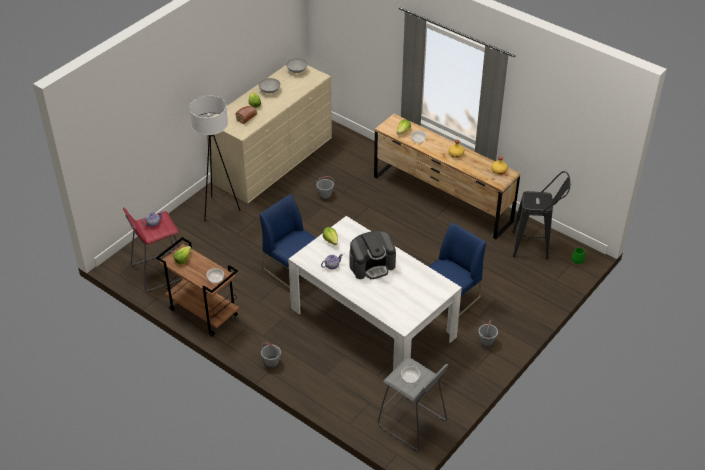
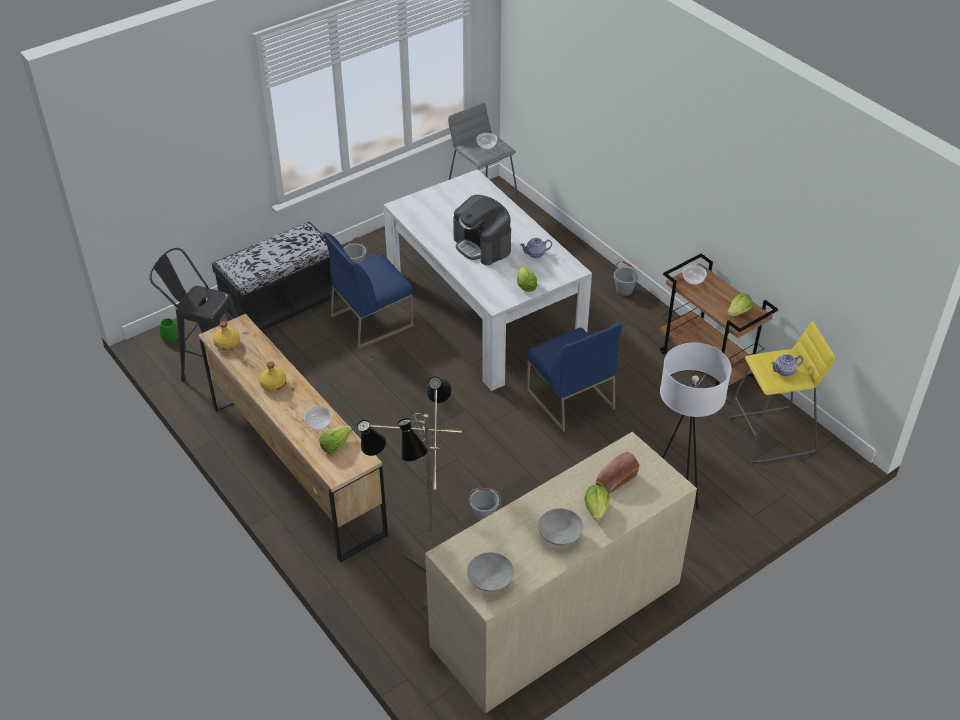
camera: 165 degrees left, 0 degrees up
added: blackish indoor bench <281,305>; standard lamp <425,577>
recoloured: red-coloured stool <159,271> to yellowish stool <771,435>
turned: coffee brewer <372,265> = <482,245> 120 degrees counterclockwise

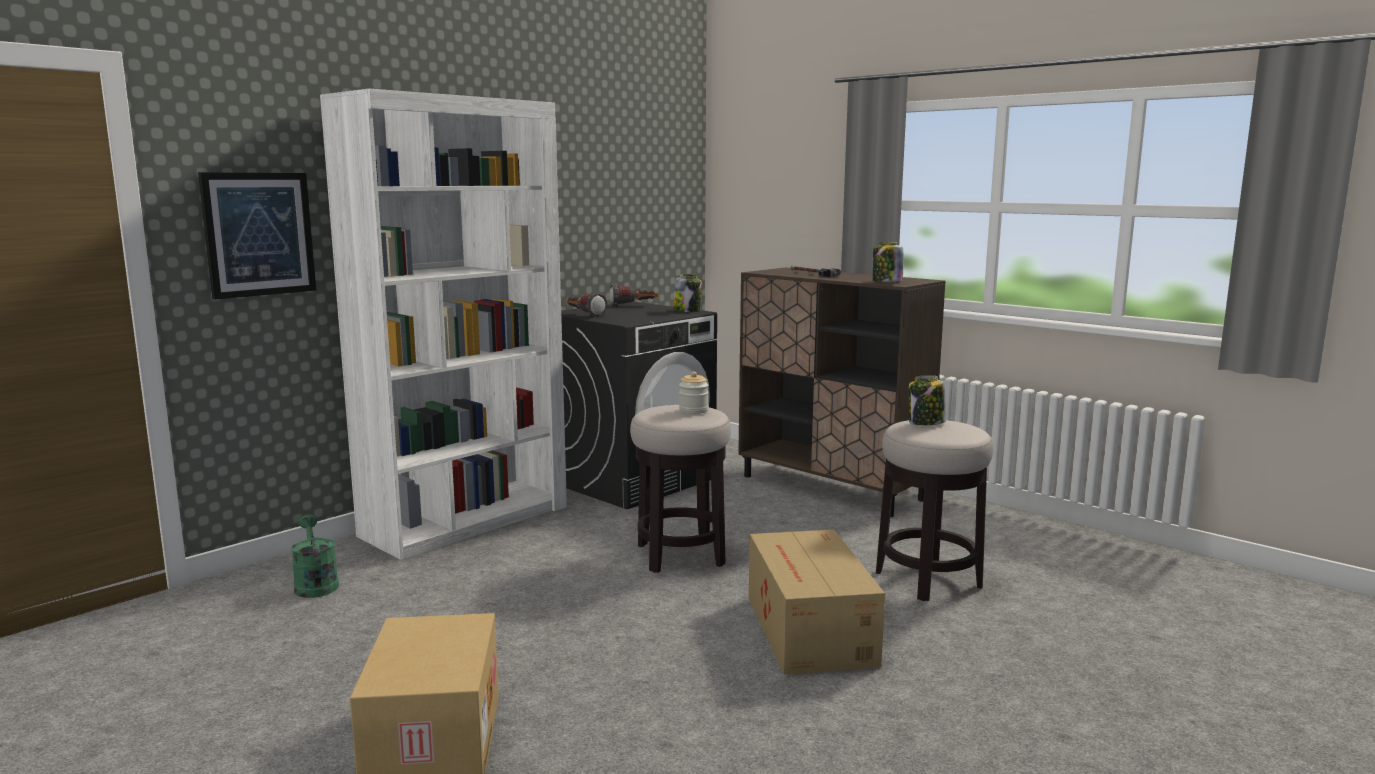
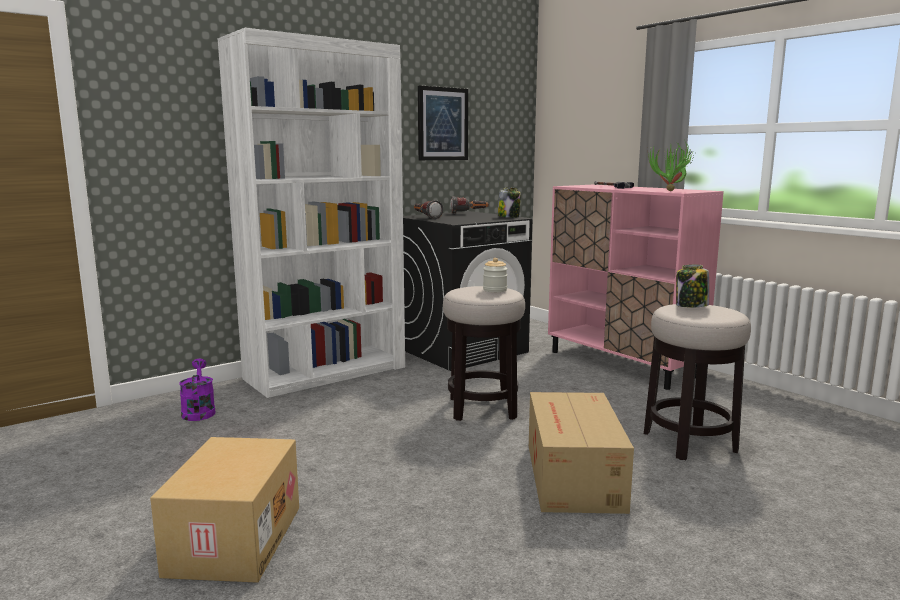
camera: 10 degrees right, 0 degrees up
moved: wall picture <259,234> to <442,124>
replaced: jar <886,282> to houseplant <670,191>
recoloured: brownish cabinet <832,488> to pink cabinet <622,364>; greenish watering can <315,584> to purple-coloured watering can <198,411>

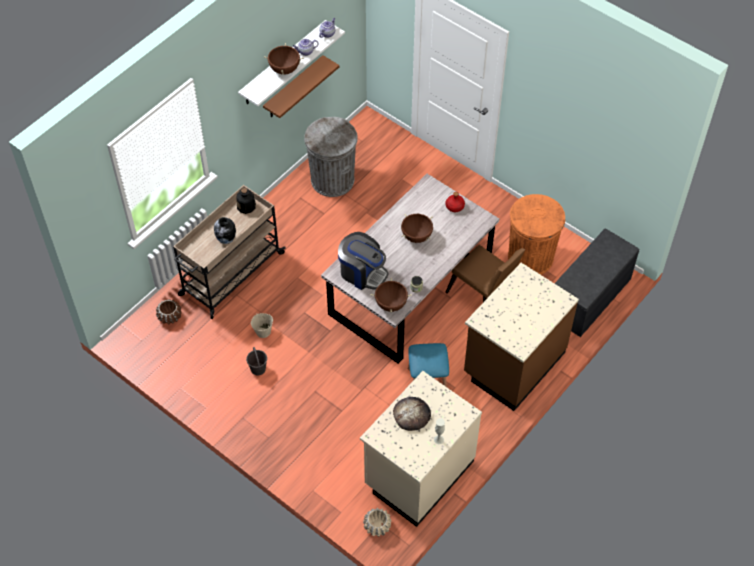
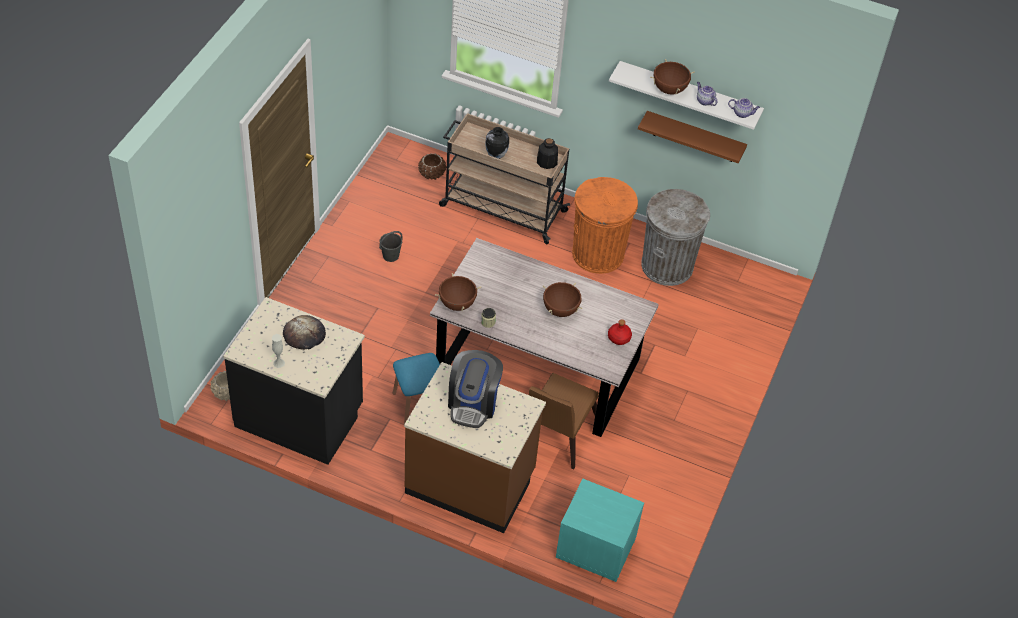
camera: 70 degrees right, 5 degrees down
removed: beige water bucket <263,331>
moved: orange-coloured waste bin <530,257> to <598,254>; coffee brewer <362,273> to <473,403>
replaced: gray indoor bench <589,298> to turquoise-coloured nightstand <595,548>
recoloured: beige kitchen base unit <418,473> to blackish kitchen base unit <300,416>

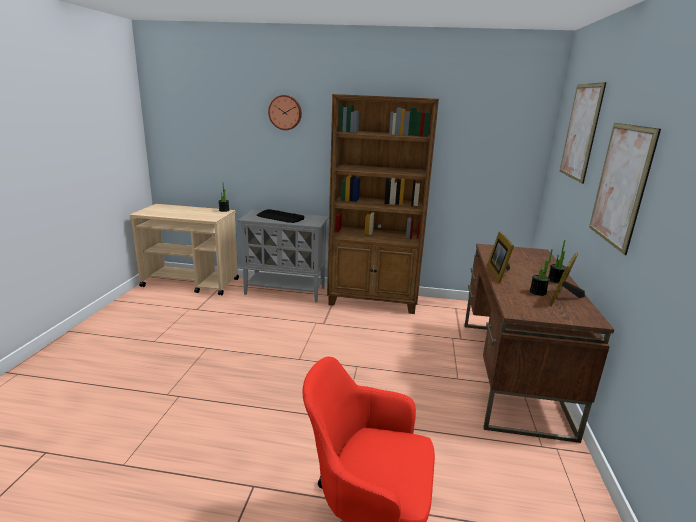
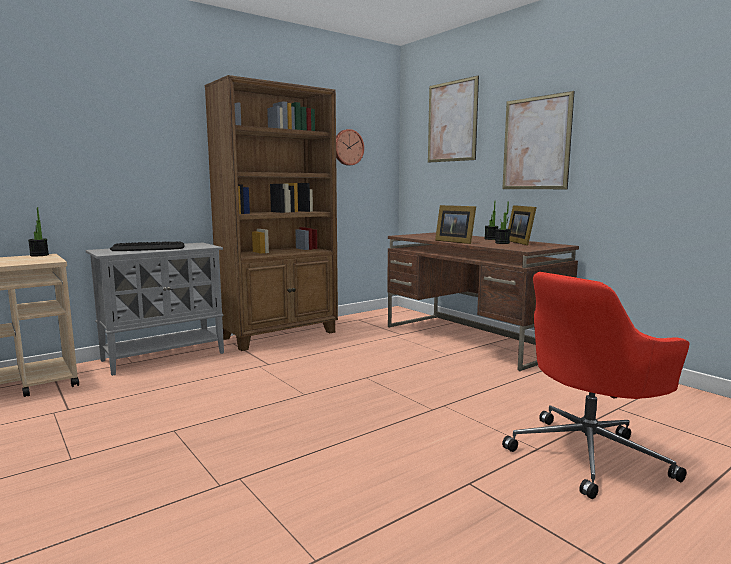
camera: 45 degrees left, 10 degrees down
moved: wall clock <285,112> to <347,147>

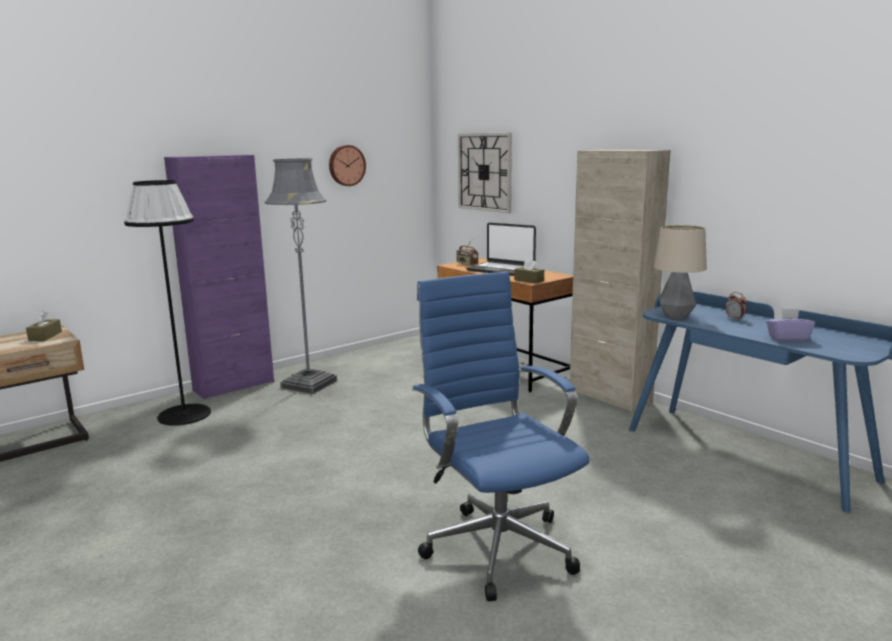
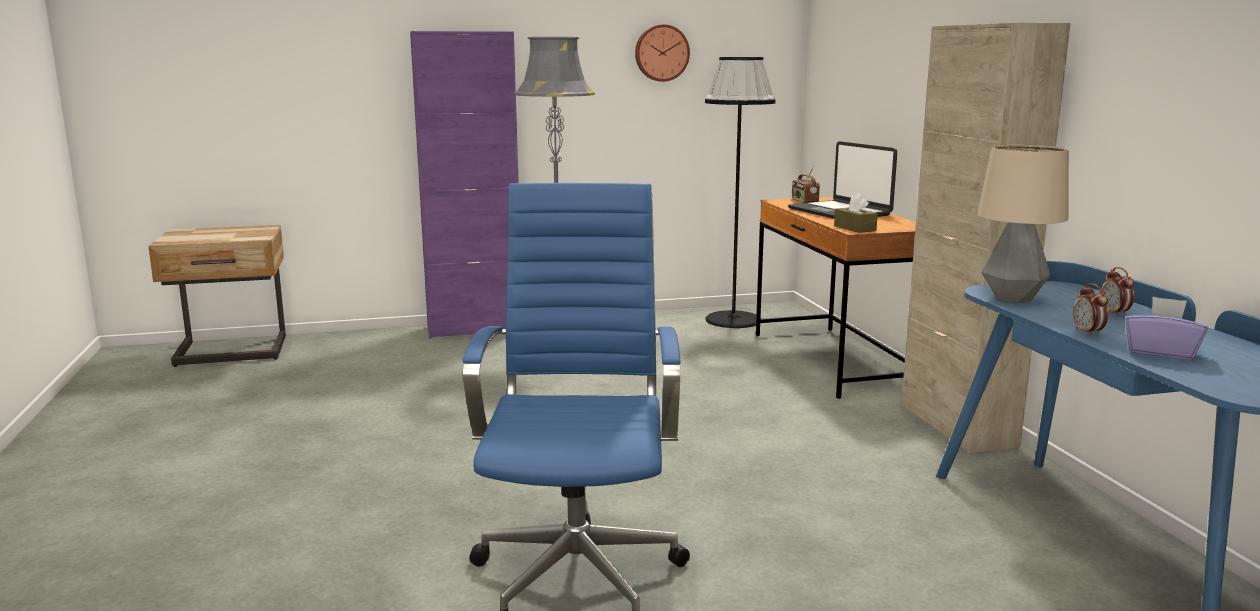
camera: 25 degrees right, 0 degrees up
removed: wall clock <485,172>; brownish box of tissues <45,336>
added: alarm clock <1087,333>
moved: blackish standard lamp <184,414> to <733,320>

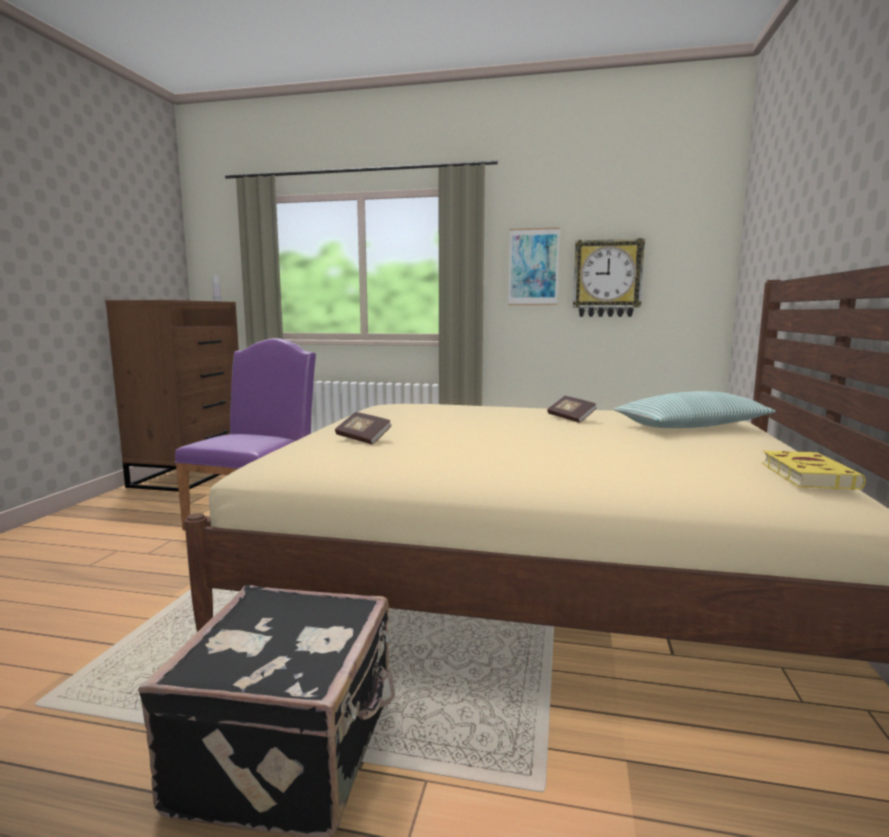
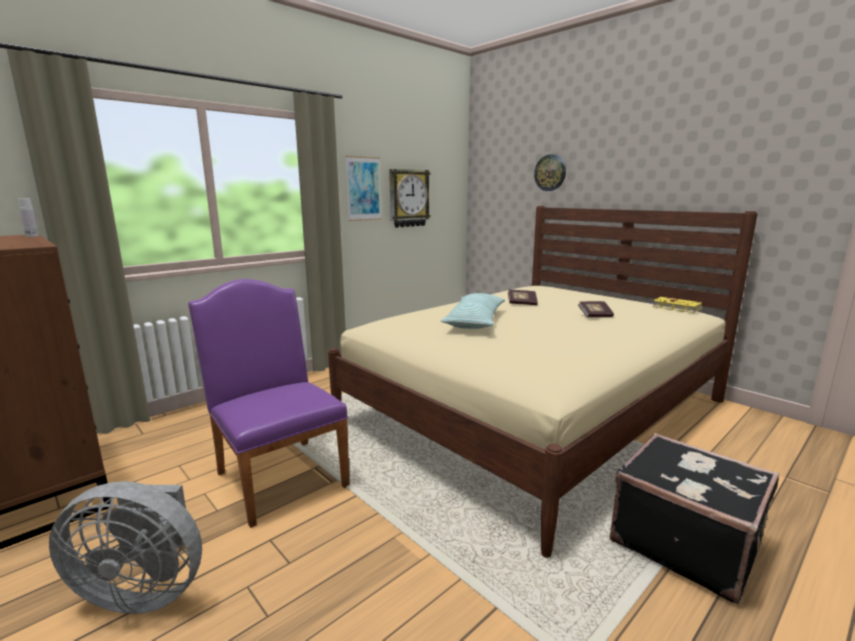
camera: 55 degrees left, 5 degrees up
added: wall clock <550,173>; gray fan <145,590>
moved: pillow <691,426> to <475,321>; book <363,439> to <595,316>

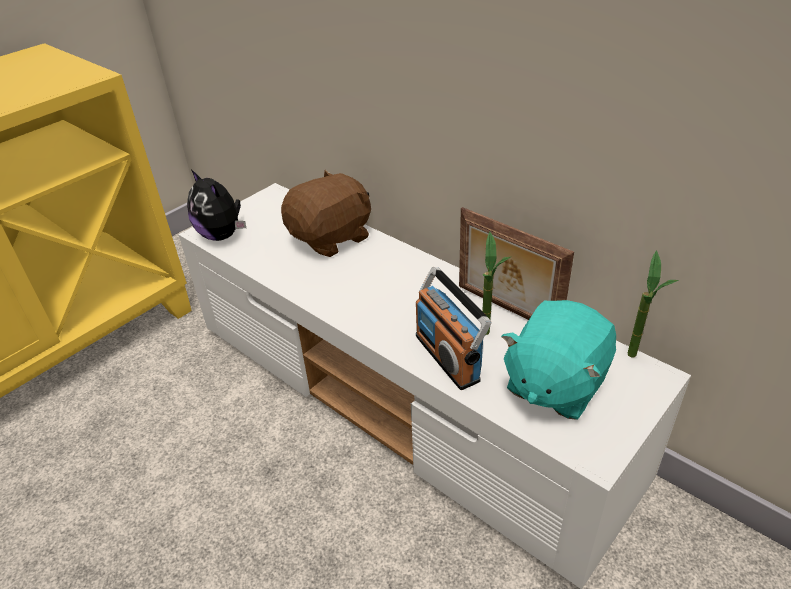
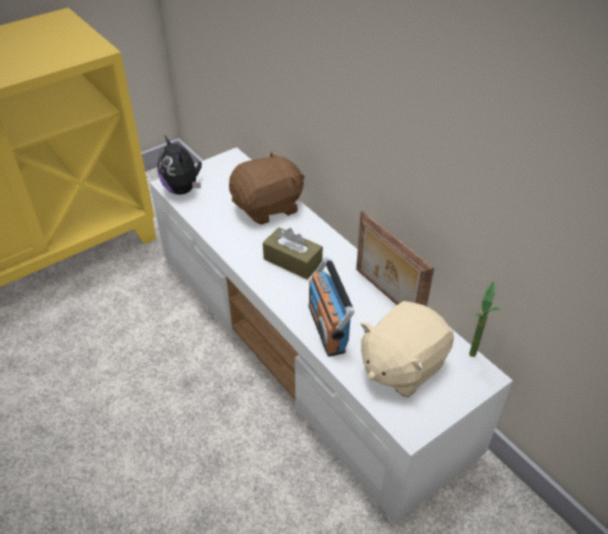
camera: 10 degrees right, 5 degrees up
removed: houseplant <489,337>
added: brownish box of tissues <292,261>
recoloured: turquoise-coloured cuddly toy <554,384> to beige cuddly toy <401,366>

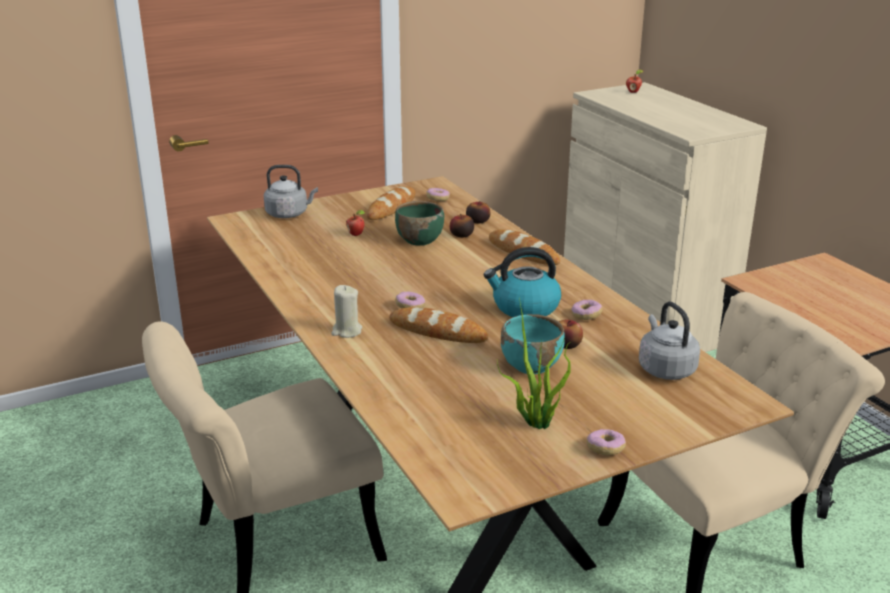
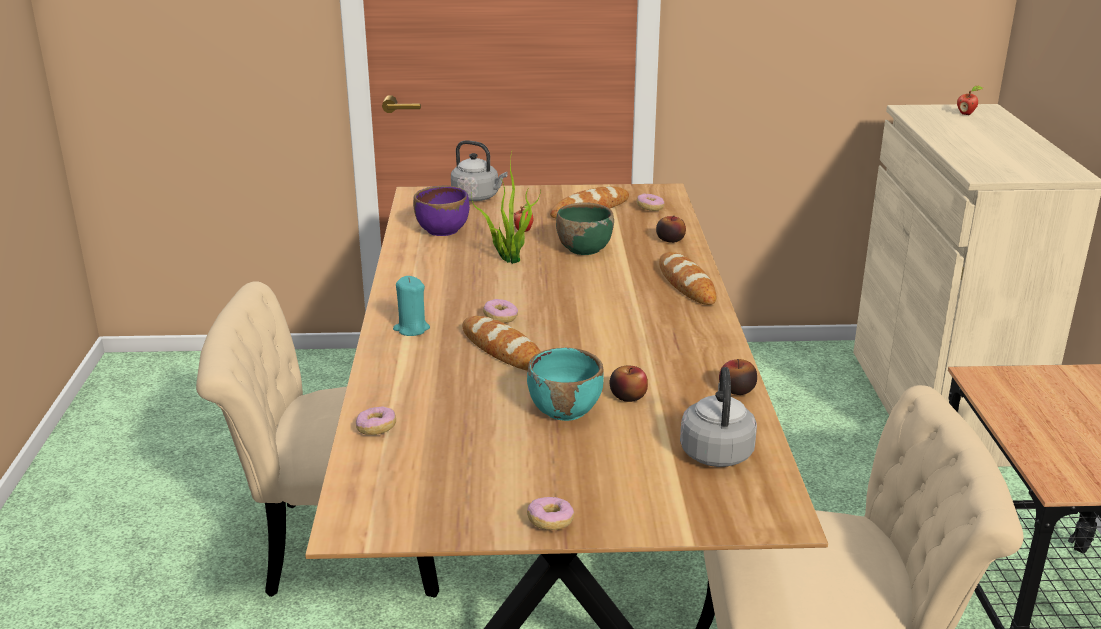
camera: 25 degrees right, 0 degrees up
removed: water kettle <524,307>
added: purple-coloured bowl <443,230>
moved: apple fruit <461,235> to <737,390>; houseplant <535,423> to <509,259>; doughnut <586,316> to <376,429>
recoloured: beige wax candle <346,331> to turquoise-coloured wax candle <411,329>

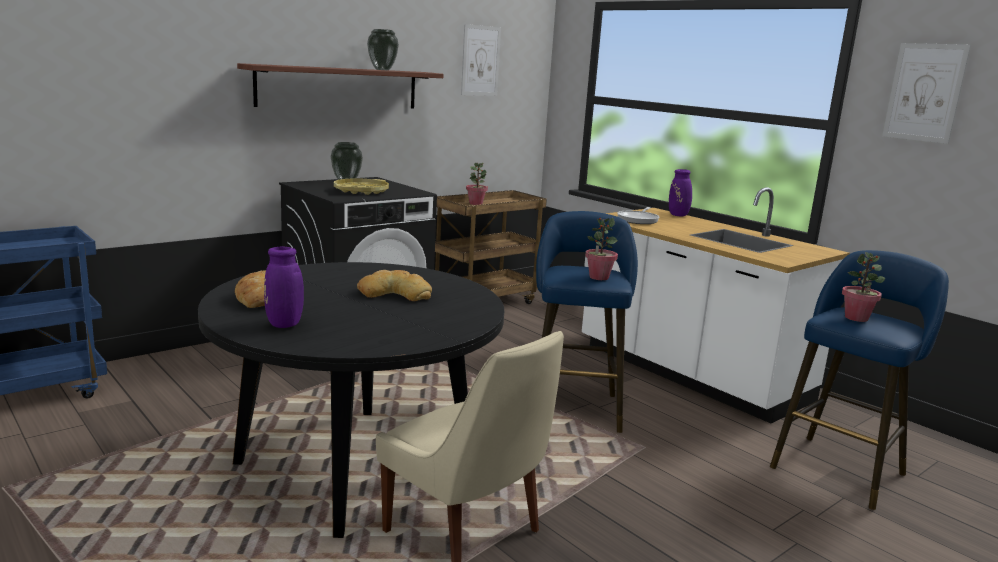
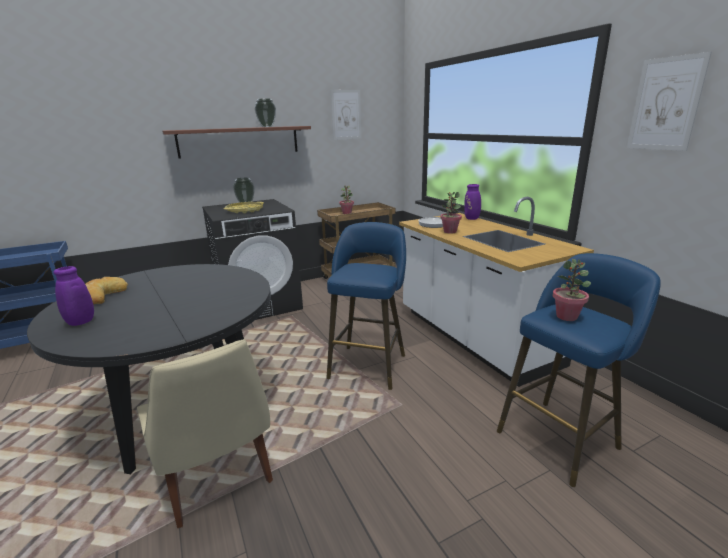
camera: 15 degrees right, 5 degrees up
removed: baked bread <395,293>
moved: houseplant <598,277> to <450,231>

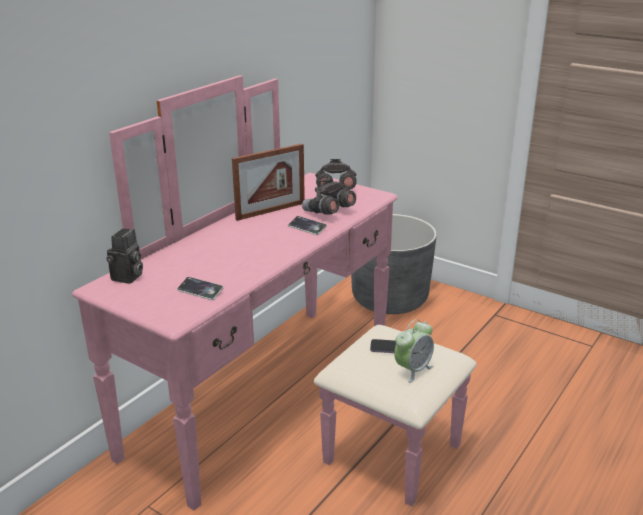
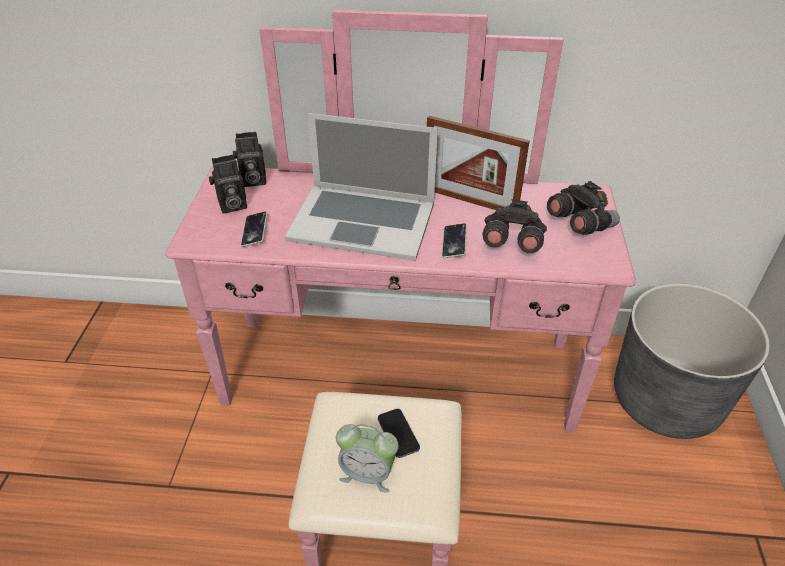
camera: 60 degrees right, 15 degrees up
added: portable computer <362,221>; photo camera <231,206>

